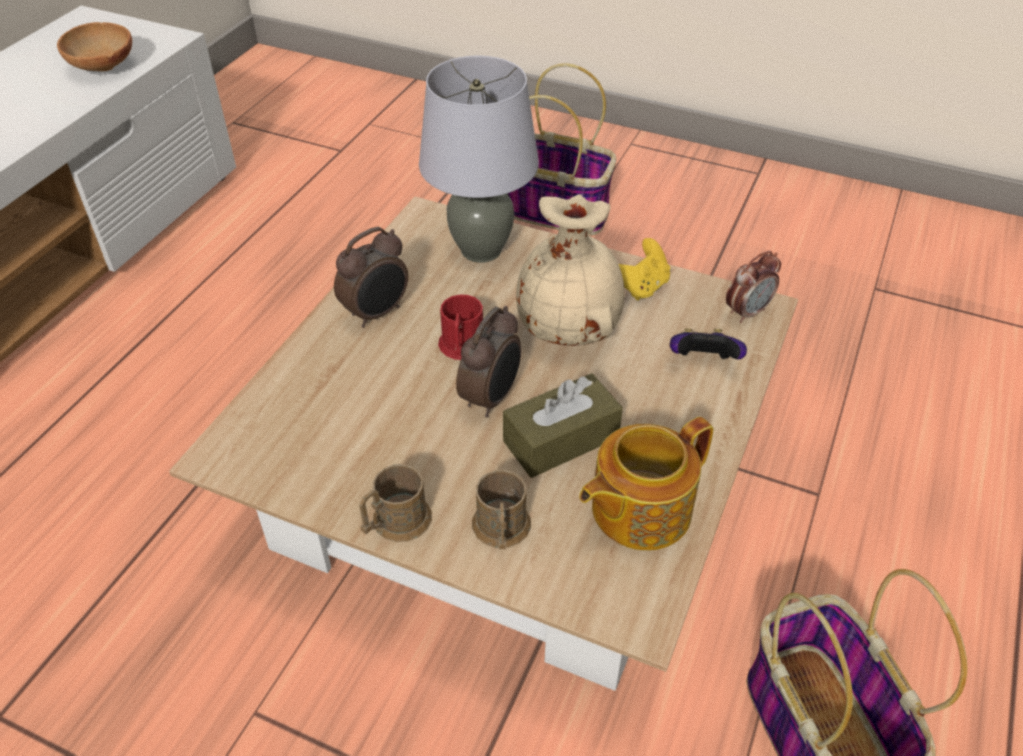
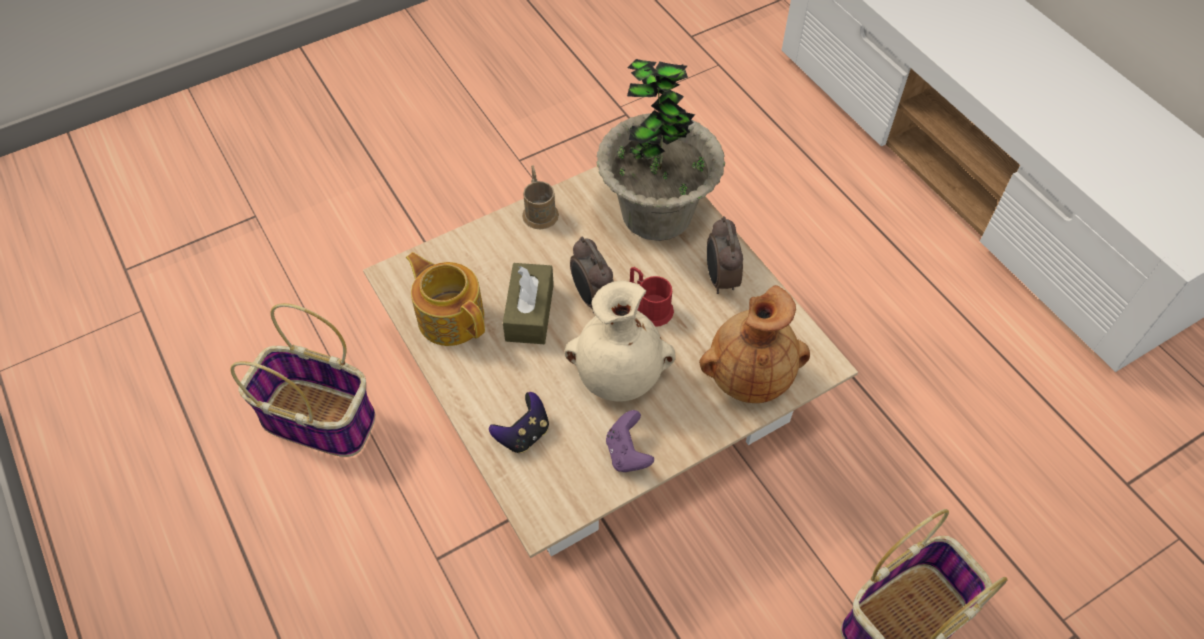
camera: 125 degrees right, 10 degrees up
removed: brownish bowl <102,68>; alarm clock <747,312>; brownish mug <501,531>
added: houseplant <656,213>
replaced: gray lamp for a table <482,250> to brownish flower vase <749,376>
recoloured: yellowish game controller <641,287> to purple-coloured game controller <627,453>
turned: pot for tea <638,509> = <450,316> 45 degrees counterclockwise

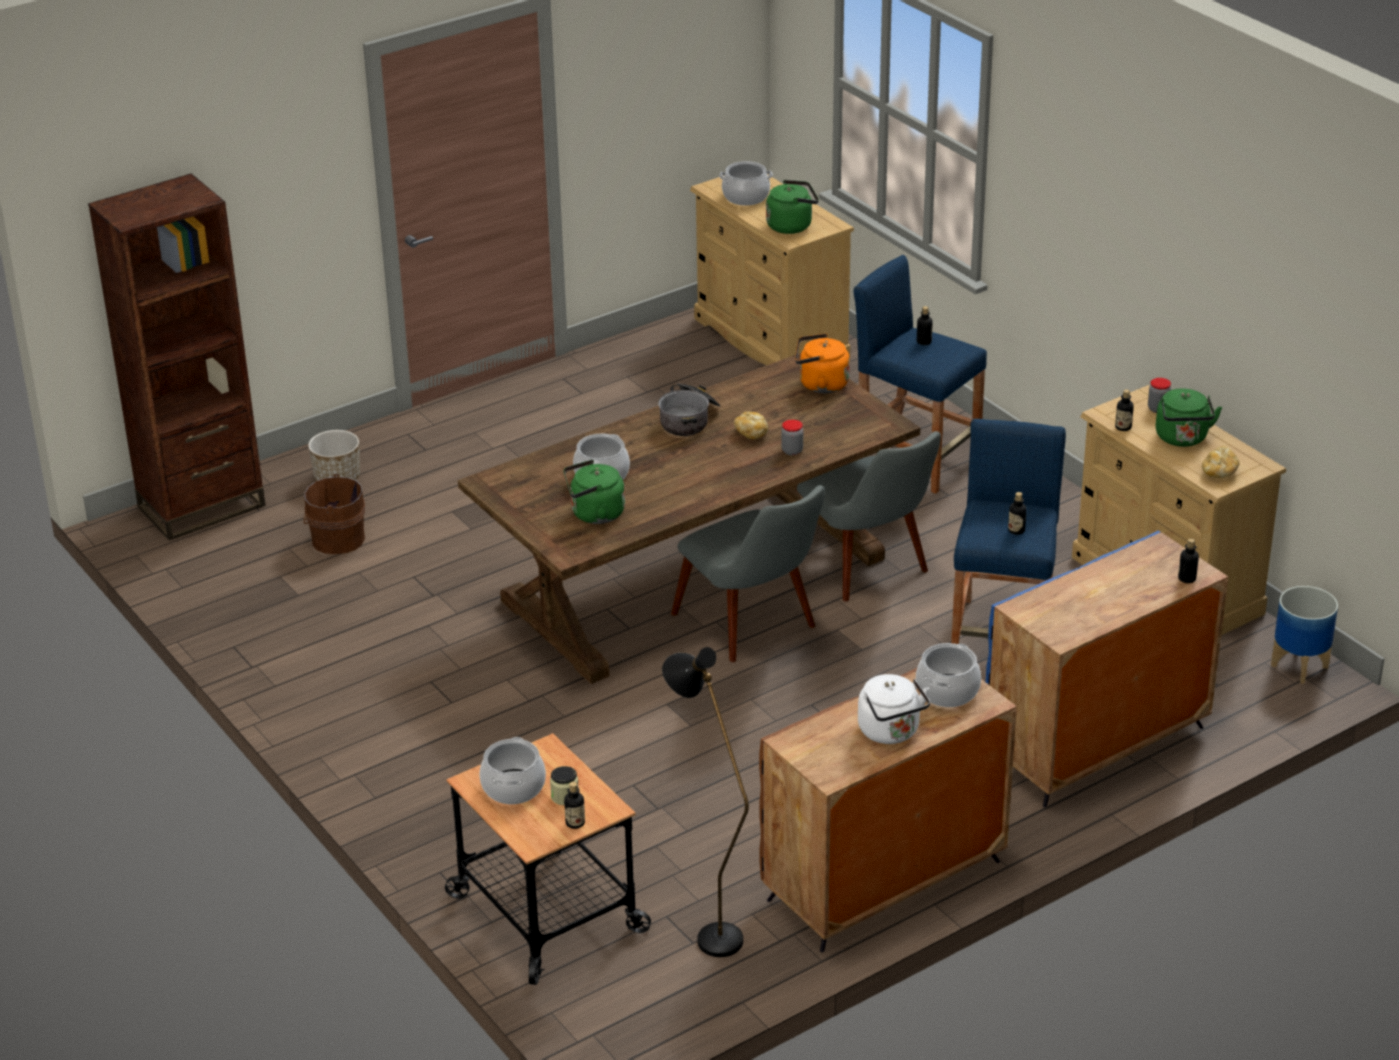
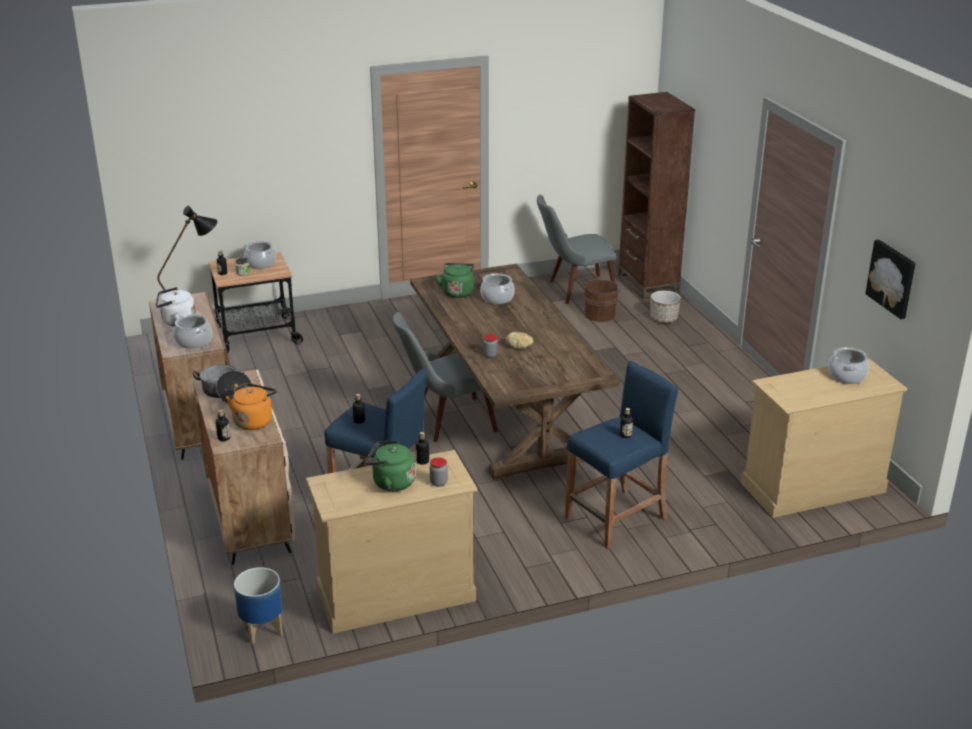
camera: 105 degrees right, 5 degrees down
removed: greenish water kettle <792,225>; baked bread <1219,472>
added: wall picture <892,278>
moved: orange-coloured water kettle <820,384> to <254,421>; stockpot <689,420> to <225,393>; gray plain chair <869,570> to <574,290>
recoloured: bluish cabinet <1096,745> to beige cabinet <249,516>

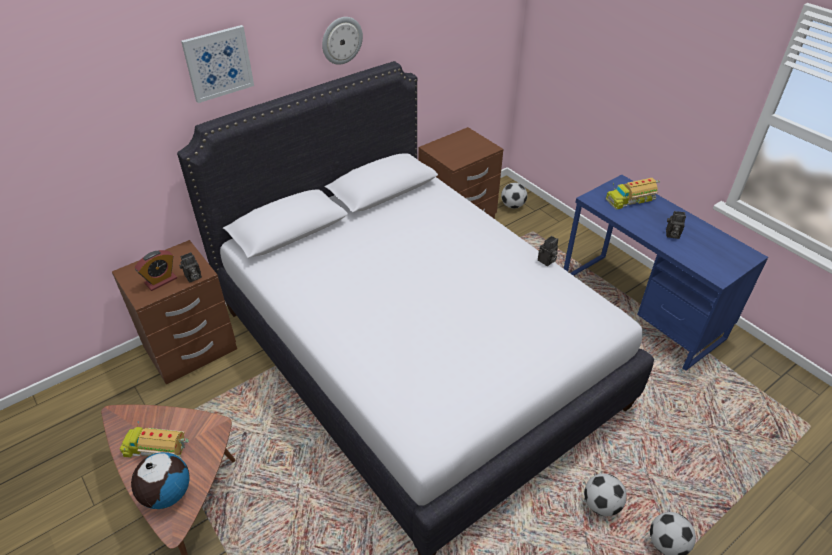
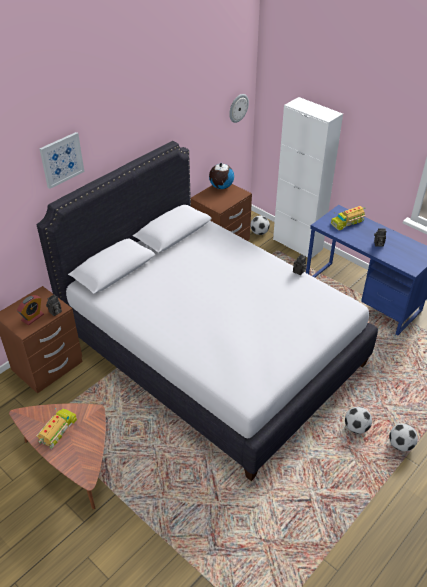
camera: 10 degrees left, 0 degrees up
added: white-coloured cabinet <297,244>
moved: wall clock <341,40> to <238,108>; desk globe <167,494> to <221,187>
turned: toy truck <157,447> = <58,431> 120 degrees clockwise

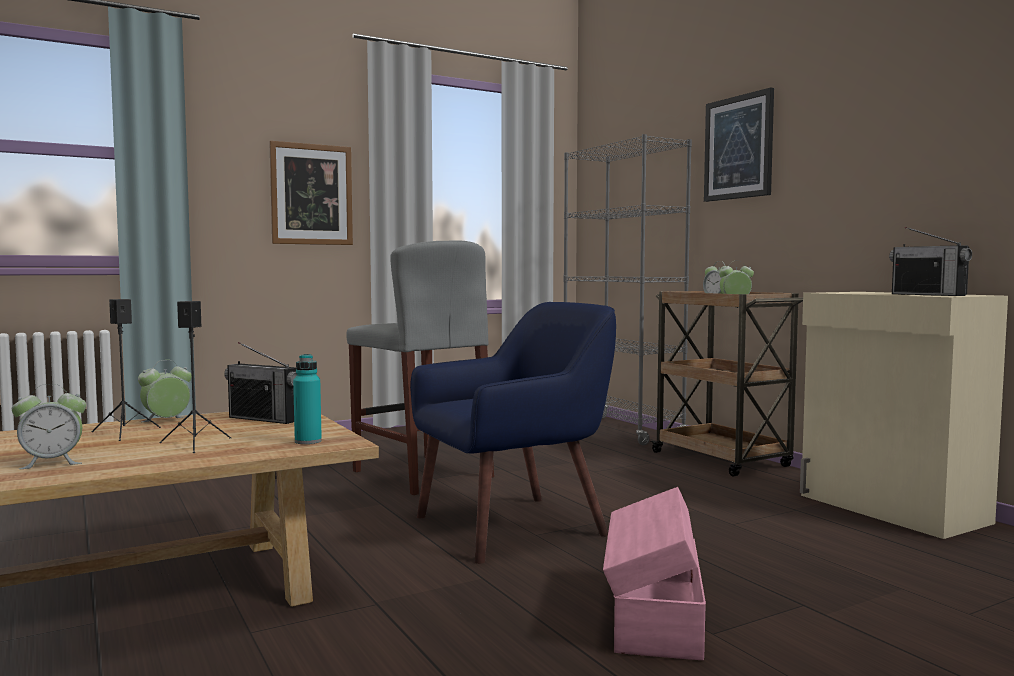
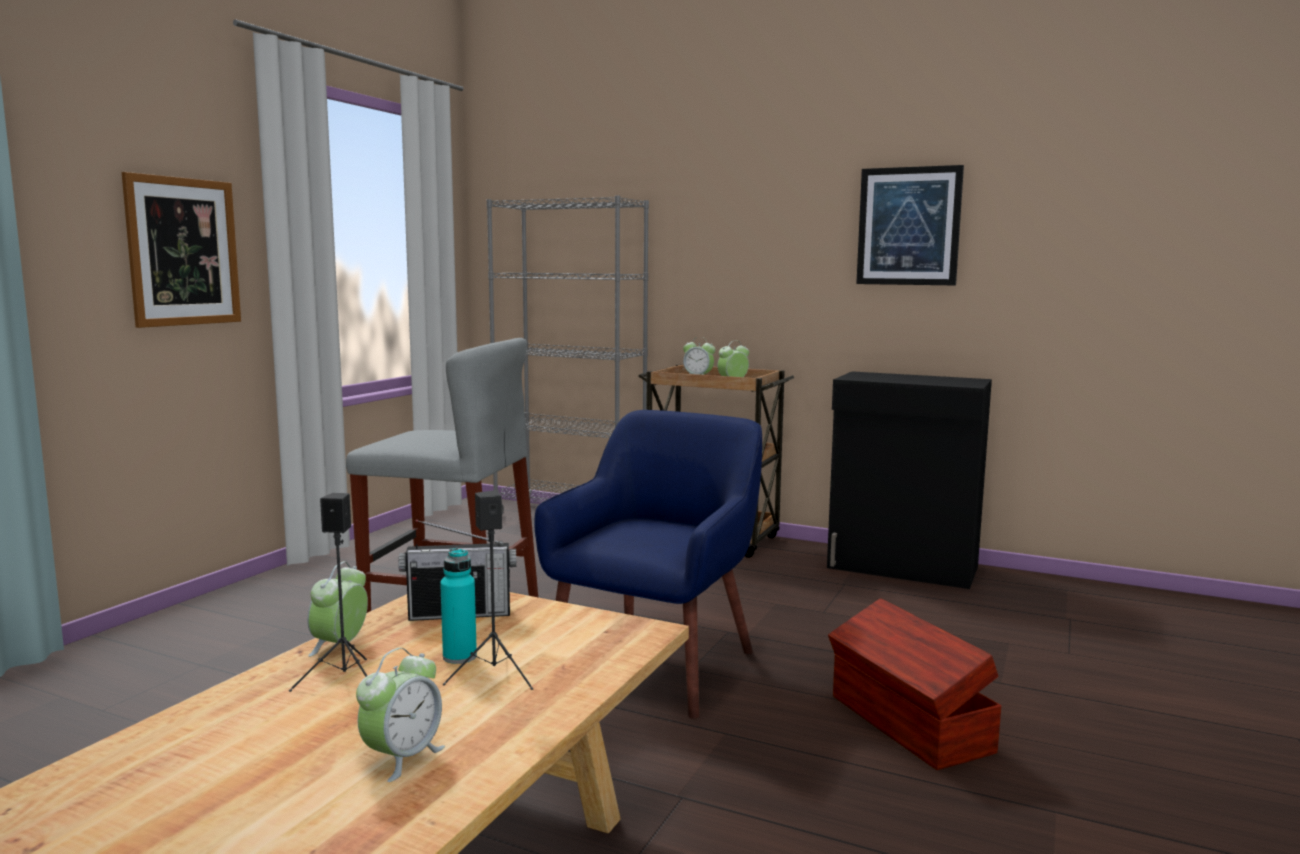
camera: 35 degrees left, 5 degrees up
removed: radio <928,295>
moved: wall picture <738,147> to <908,226>; turquoise-coloured bottle <308,441> to <459,657>
recoloured: beige cabinet <891,509> to blackish cabinet <903,568>; pink storage container <654,616> to brownish storage container <908,724>

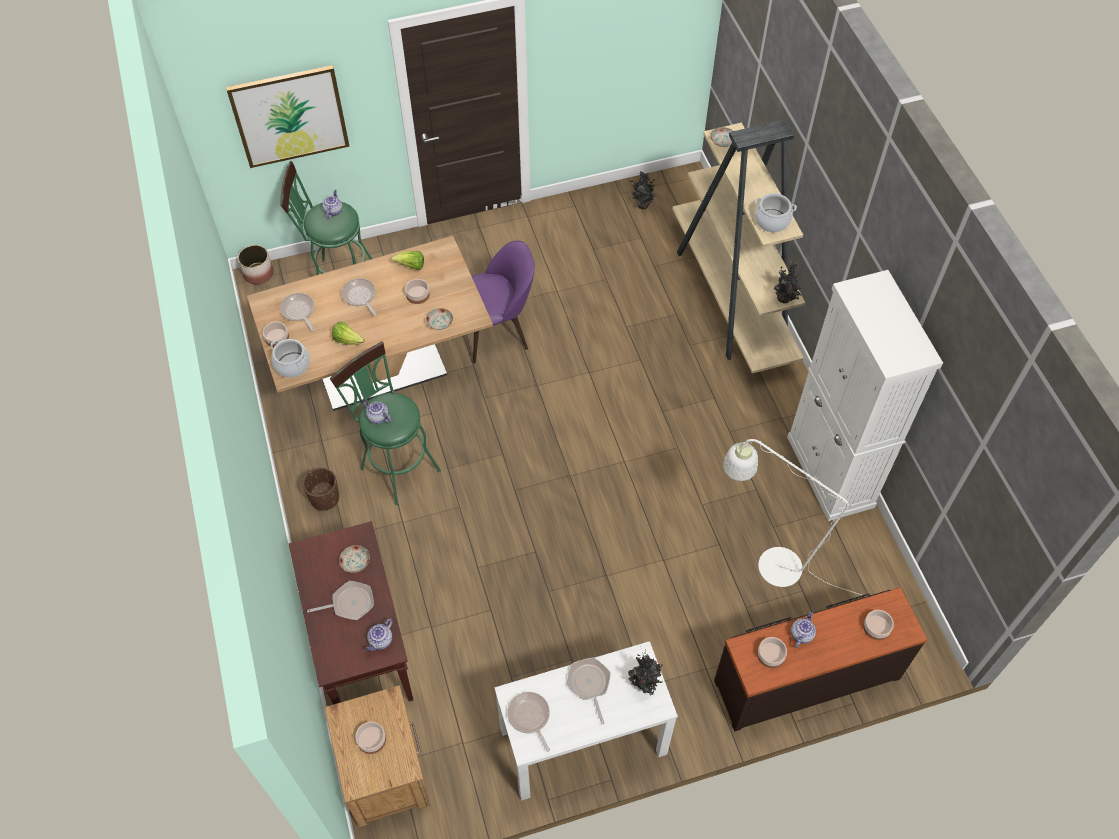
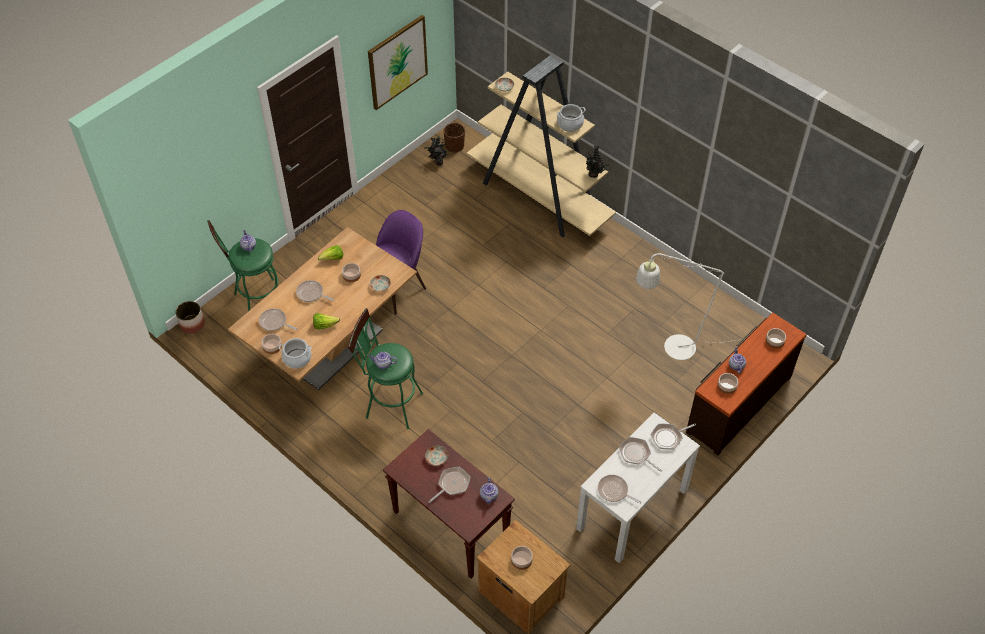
camera: 30 degrees left, 5 degrees down
removed: white-coloured cabinet <830,472>
moved: wall picture <289,116> to <397,62>; brownish plant pot <325,498> to <454,146>
replaced: houseplant <644,684> to frying pan <668,437>

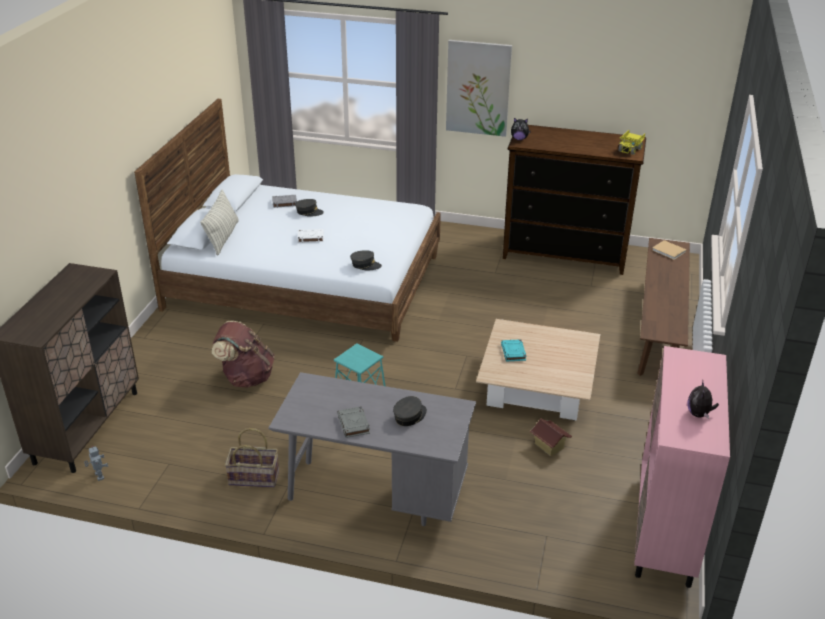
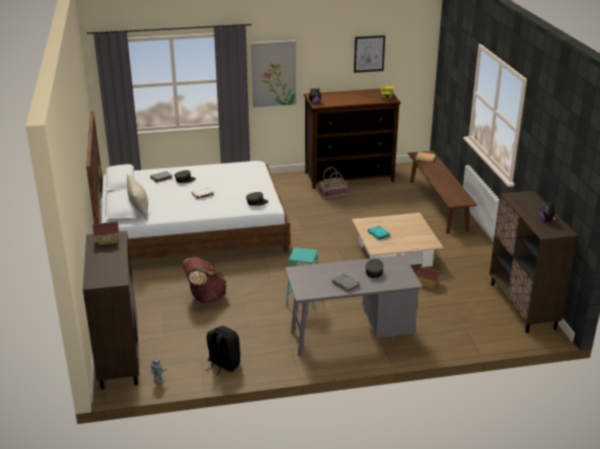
camera: 25 degrees left, 5 degrees down
added: wall picture <369,53>; toy house <107,240>; blackish backpack <223,365>
moved: storage basket <254,477> to <332,195>
recoloured: pink cabinet <665,528> to brownish cabinet <522,306>

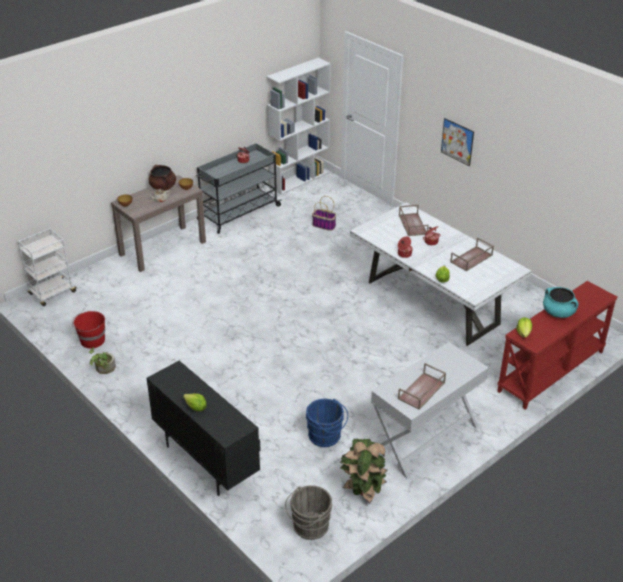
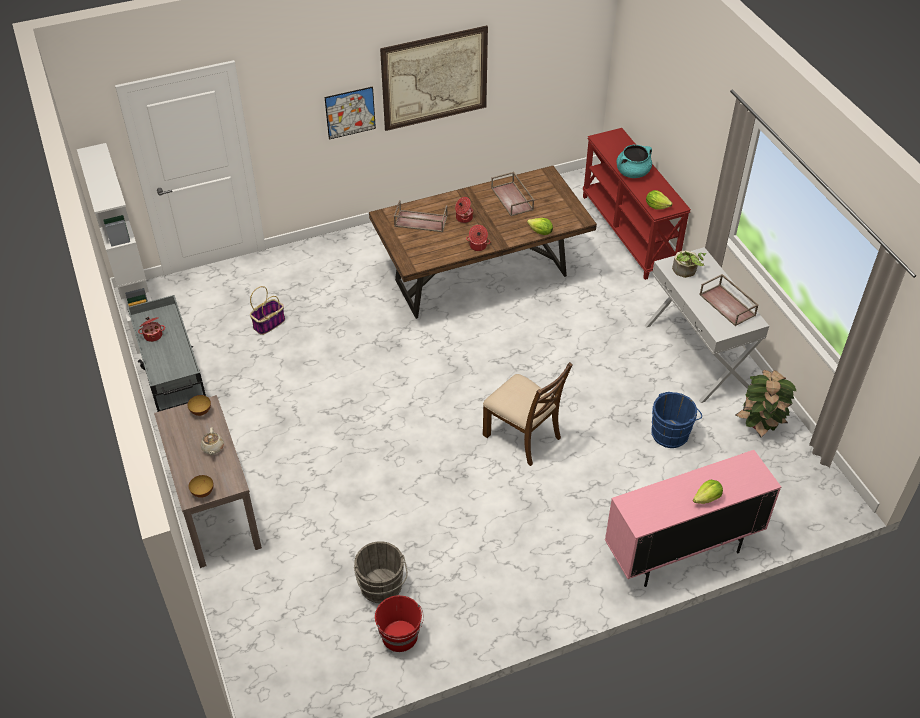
camera: 70 degrees left, 10 degrees up
removed: brownish stockpot <163,187>; white-coloured cart <51,293>
added: wall picture <435,78>; brownish plain chair <523,436>
moved: houseplant <103,369> to <686,271>; gray water bucket <309,527> to <381,588>
recoloured: white-coloured dinner table <431,303> to brownish dinner table <480,279>; blackish cabinet <205,462> to pink cabinet <681,553>

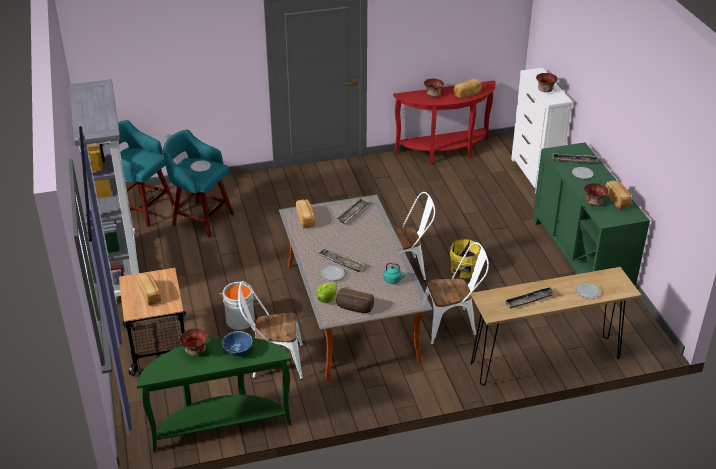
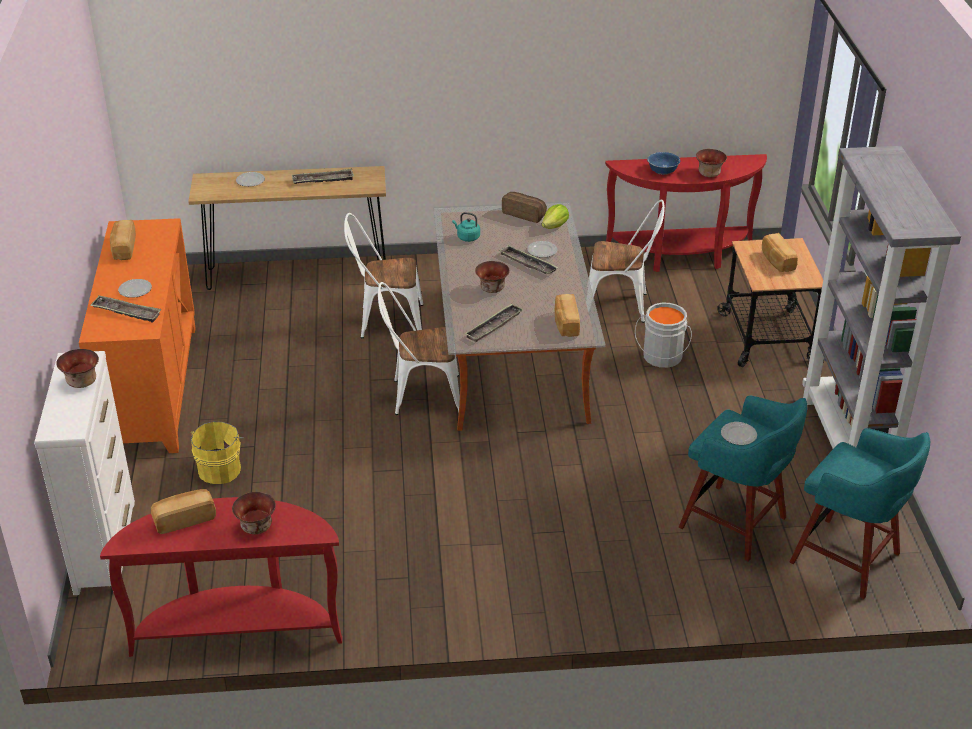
camera: 170 degrees left, 0 degrees up
moved: bowl <593,202> to <492,288>; yellowish water bucket <463,270> to <220,468>
recoloured: greenish cabinet <581,256> to orange-coloured cabinet <151,388>; greenish narrow table <220,424> to red-coloured narrow table <681,257>

